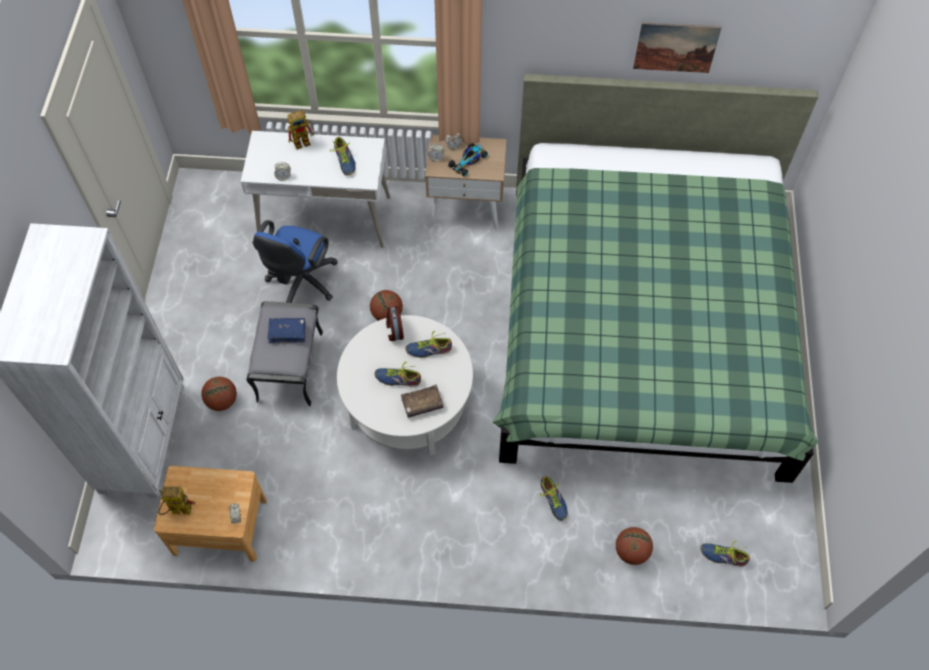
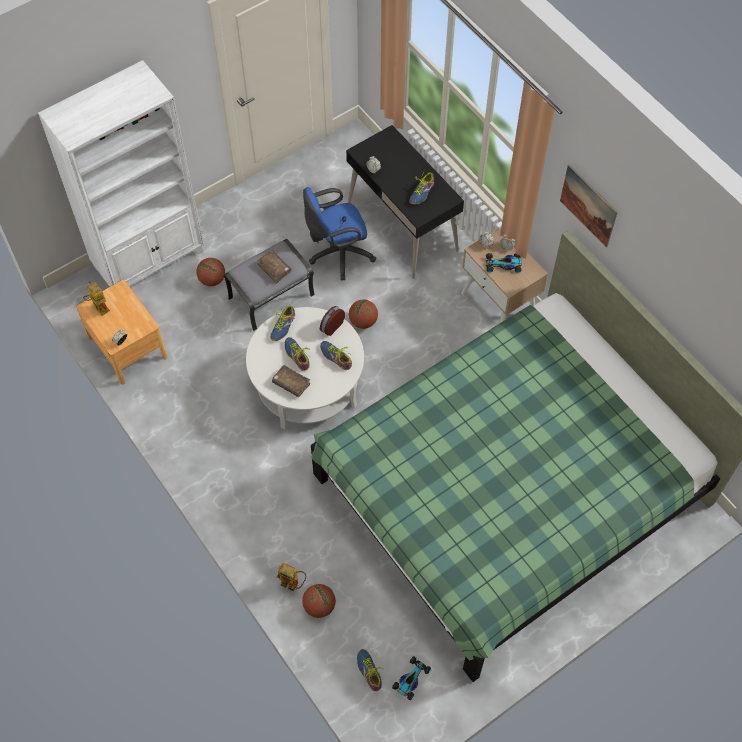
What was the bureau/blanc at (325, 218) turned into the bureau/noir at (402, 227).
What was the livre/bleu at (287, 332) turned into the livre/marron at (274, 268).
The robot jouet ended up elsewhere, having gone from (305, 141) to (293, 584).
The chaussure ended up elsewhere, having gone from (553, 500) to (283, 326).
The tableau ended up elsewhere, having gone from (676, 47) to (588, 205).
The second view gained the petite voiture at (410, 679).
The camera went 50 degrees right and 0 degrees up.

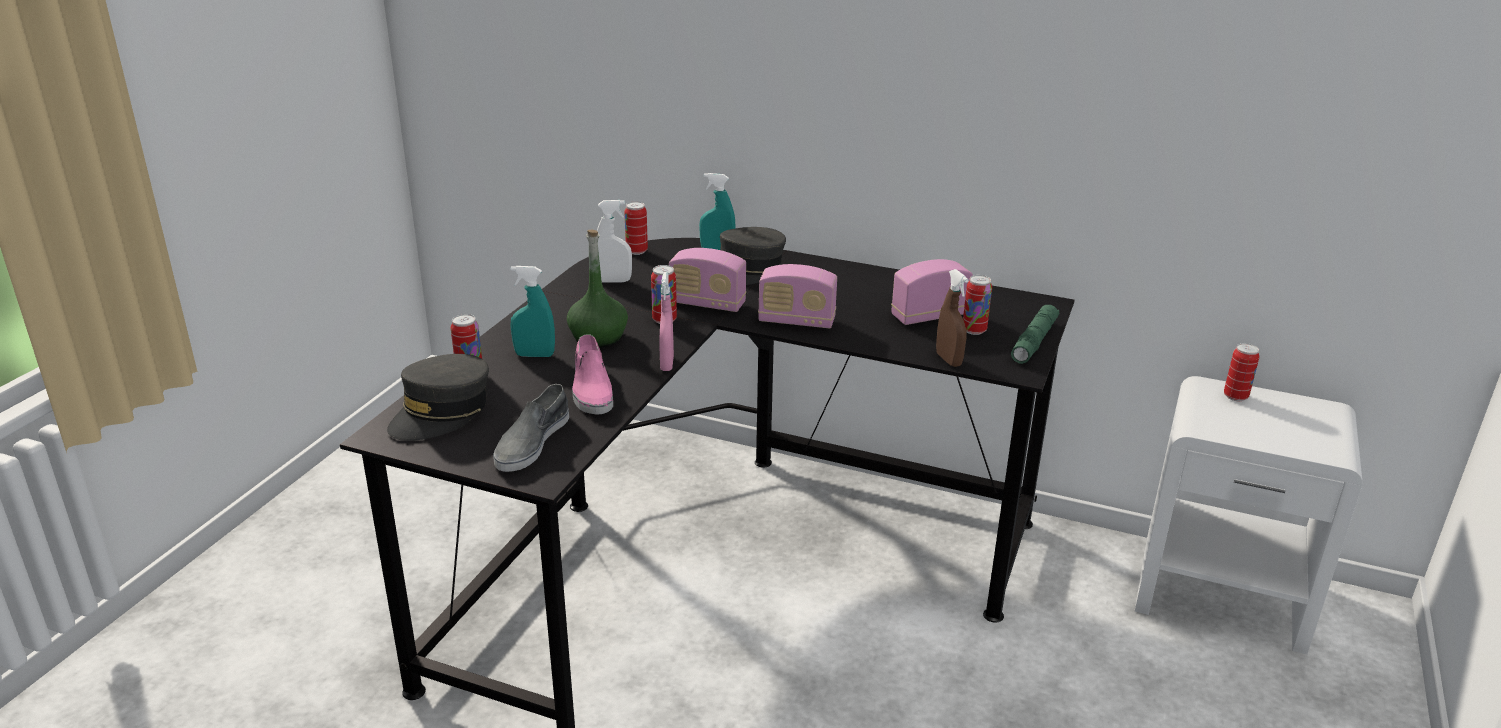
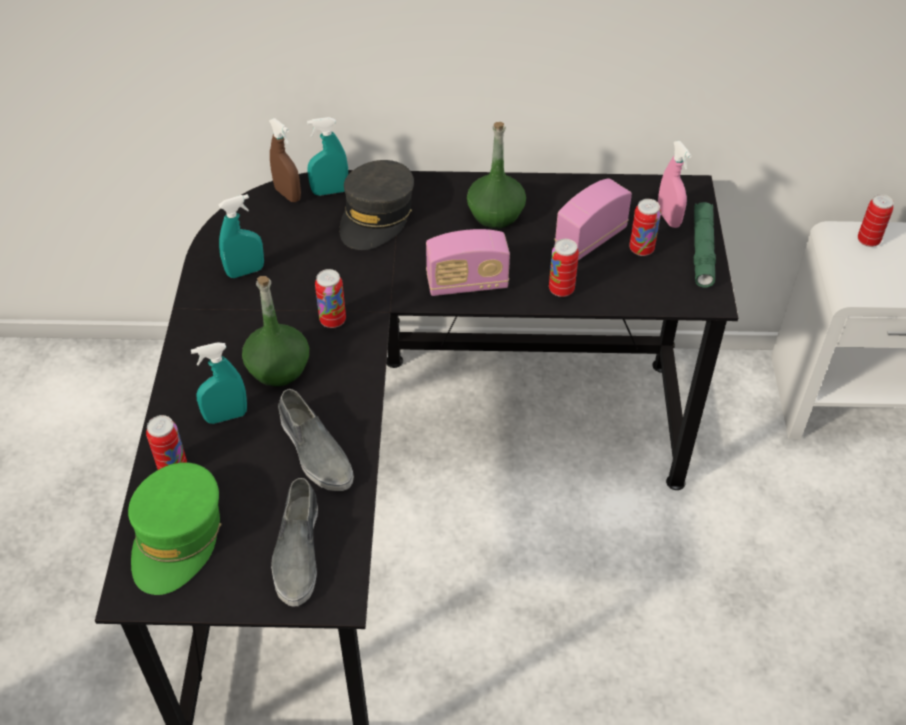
What was the casquette/gris at (441, 412) turned into the casquette/vert at (177, 537).
What was the chaussure/rose at (591, 389) turned into the chaussure/gris at (314, 451).
What was the vaporisateur/blanc at (613, 281) turned into the vaporisateur/turquoise at (245, 271).
The boîte métallique ended up elsewhere, having gone from (636, 251) to (561, 289).
The vaporisateur/rose ended up elsewhere, having gone from (667, 364) to (668, 218).
The second view lost the radio at (707, 304).
The vaporisateur/marron ended up elsewhere, having gone from (948, 360) to (288, 194).
The second view gained the bouteille/vert at (495, 214).
The camera went 20 degrees left and 20 degrees up.

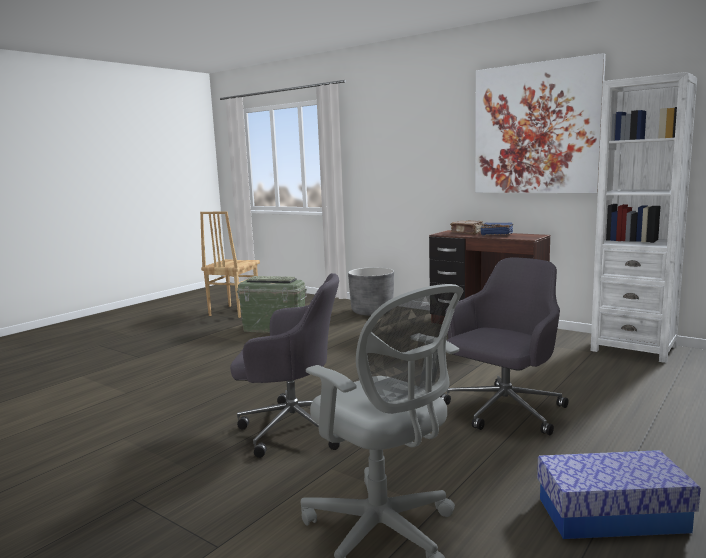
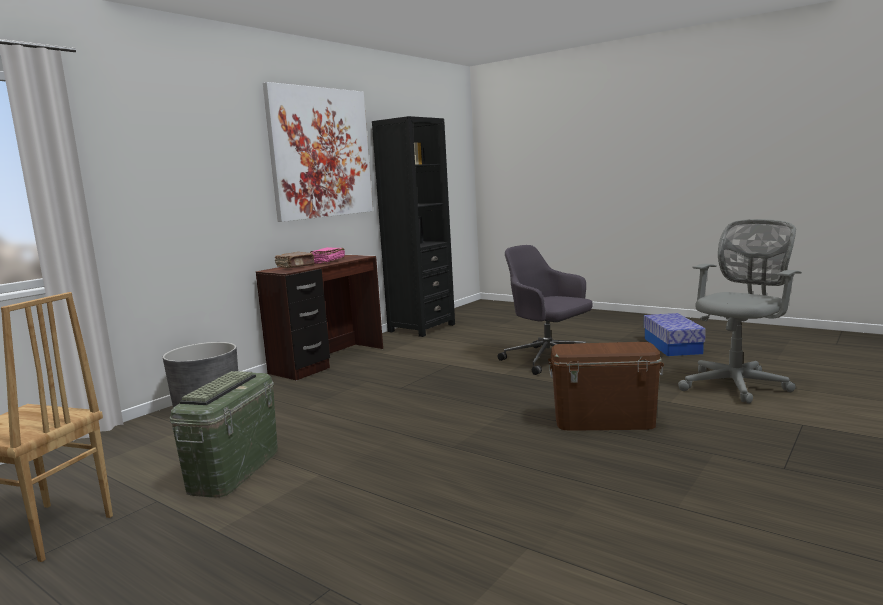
Where the chaise de bureau/gris stood at (292, 427), the boîte de rangement/marron came to stand at (604, 421).
What was the livre/bleu at (496, 235) turned into the livre/rose at (327, 261).
What was the bibliothèque/blanc at (633, 348) turned into the bibliothèque/noir at (421, 328).
The camera went 90 degrees left and 0 degrees up.

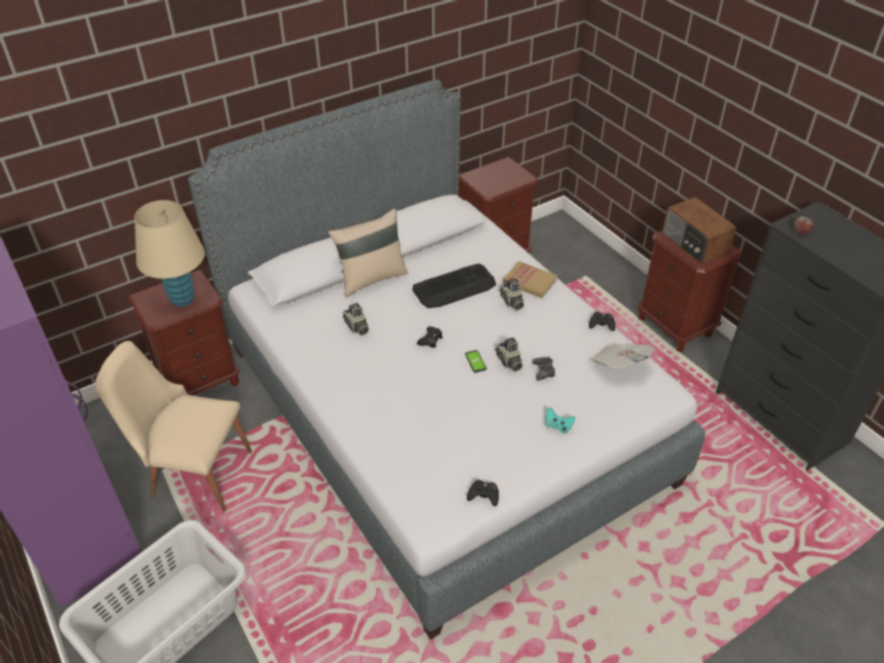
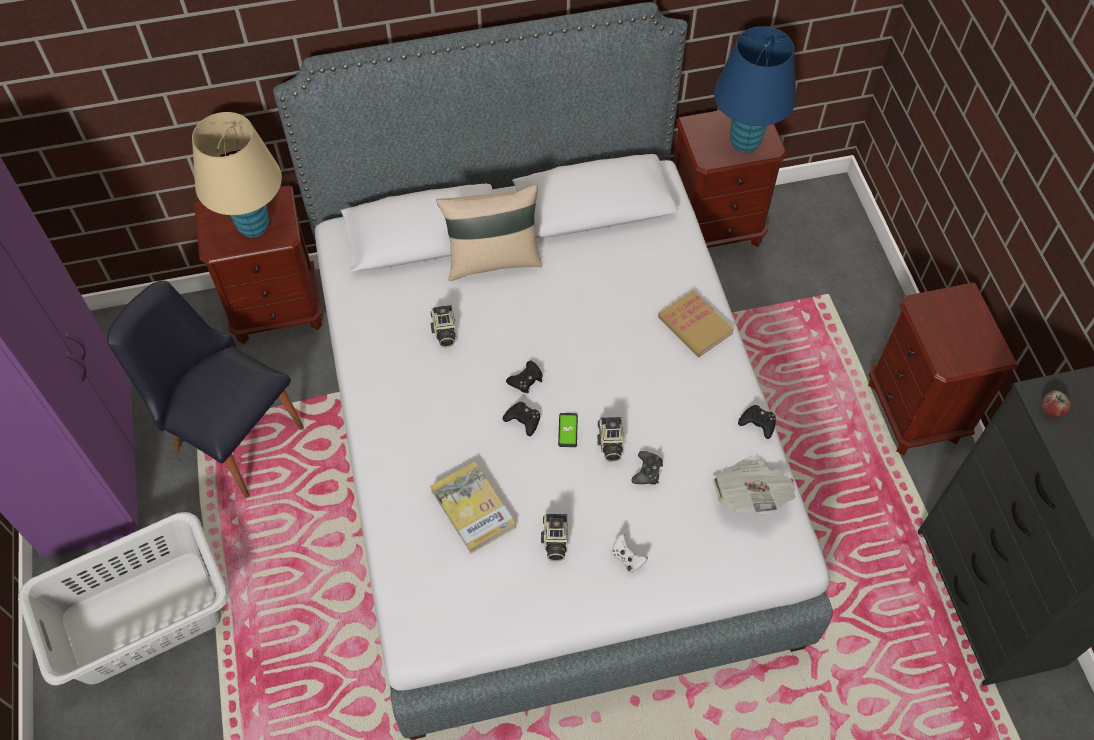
What was the chaise/beige at (192, 471) turned into the chaise/noir at (229, 432).
The second view lost the clavier at (454, 287).
The manette/noir ended up elsewhere, having gone from (483, 495) to (523, 420).
The appareil photo ended up elsewhere, having gone from (511, 302) to (554, 541).
What was the manette/turquoise at (558, 426) turned into the manette/blanc at (627, 558).
The second view lost the radio at (694, 244).
The second view gained the livre at (473, 509).
The second view gained the lampe de table/bleu at (745, 142).
The camera went 20 degrees right and 15 degrees up.

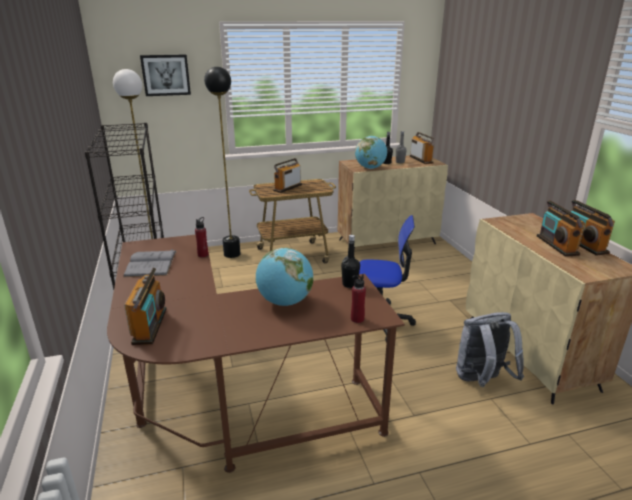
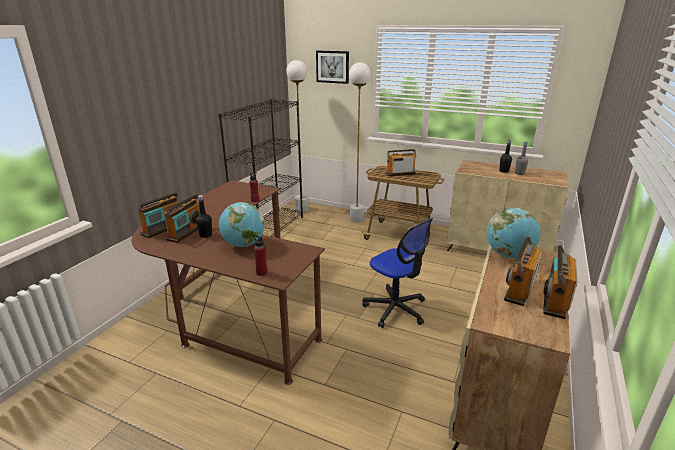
The second view lost the livre/gris at (151, 263).
What was the lampadaire/noir at (232, 254) turned into the lampadaire/blanc at (356, 219).
The bouteille/noir ended up elsewhere, having gone from (350, 284) to (206, 235).
The globe ended up elsewhere, having gone from (370, 168) to (508, 255).
The radio ended up elsewhere, having gone from (421, 160) to (186, 232).
The second view lost the sac à dos/gris at (482, 381).
The camera went 40 degrees right and 0 degrees up.

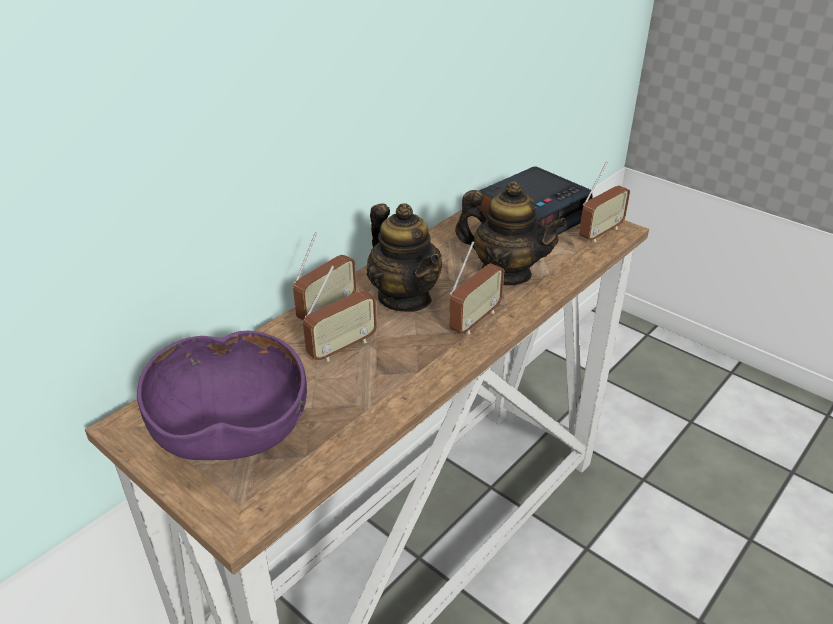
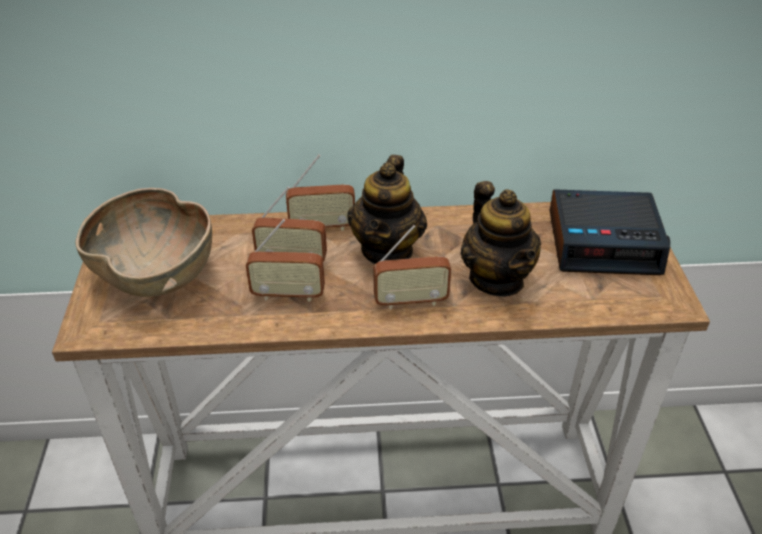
What was the bol/violet at (232, 430) turned into the bol/marron at (157, 273).
The radio ended up elsewhere, having gone from (600, 233) to (288, 295).
The camera went 45 degrees right and 5 degrees up.

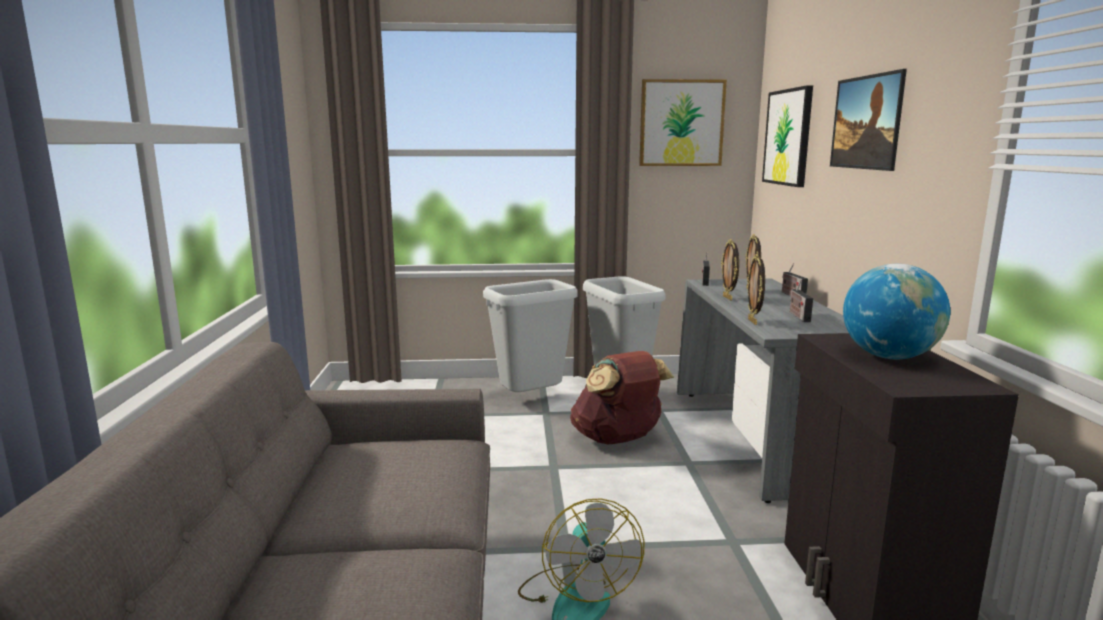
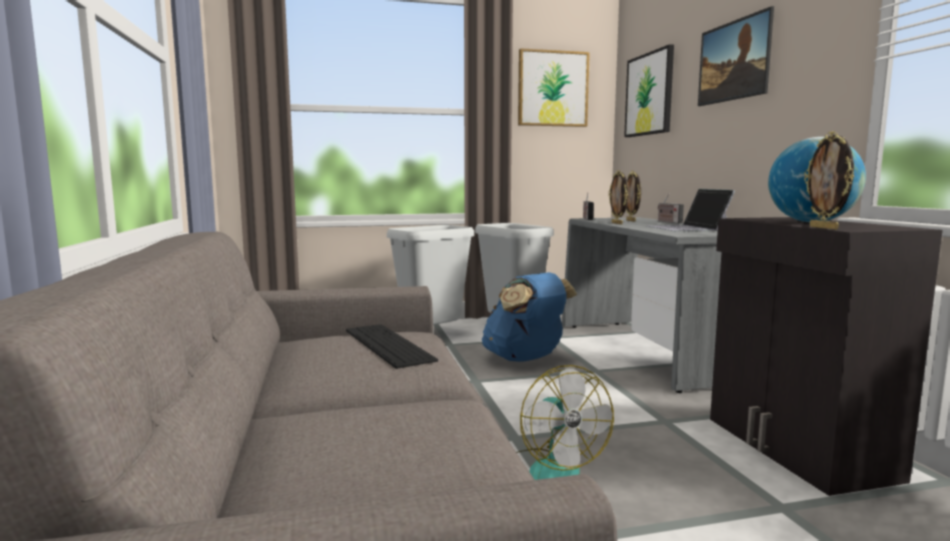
What was the sac à dos/marron at (618, 439) turned into the sac à dos/bleu at (525, 359).
The cadre photo ended up elsewhere, having gone from (753, 321) to (824, 228).
Where the radio stood at (798, 316), the ordinateur portable came to stand at (688, 228).
The second view gained the clavier at (388, 345).
The camera went 10 degrees left and 5 degrees down.

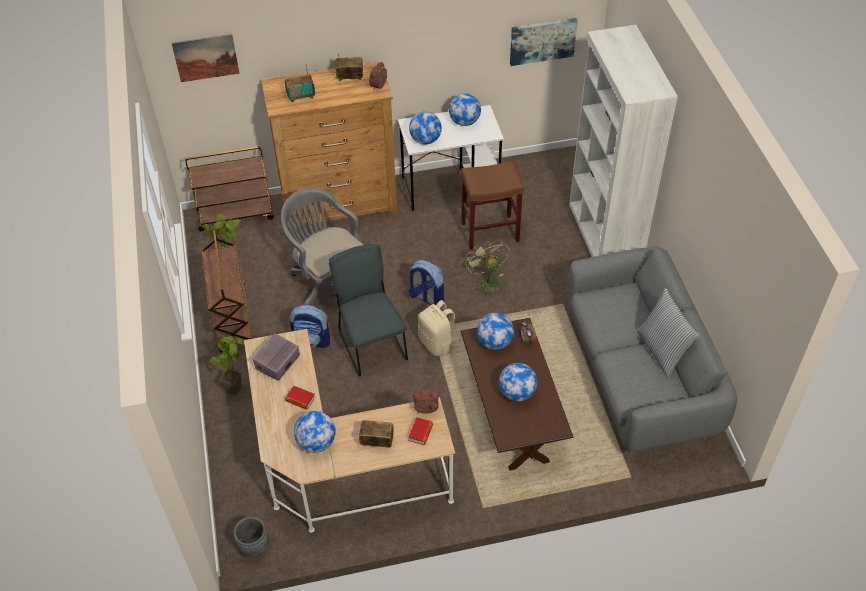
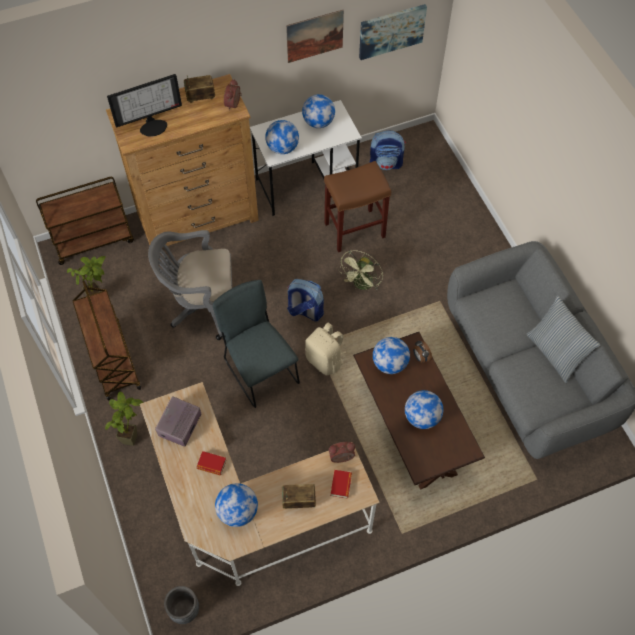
The tableau ended up elsewhere, having gone from (206, 58) to (314, 36).
The chaise de bureau/gris at (328, 281) ended up facing another way, 45 degrees counterclockwise from before.
Where the radio stood at (301, 96), the écran d'ordinateur came to stand at (153, 125).
The sac à dos ended up elsewhere, having gone from (312, 340) to (386, 163).
The ventilateur/vert at (487, 281) ended up facing another way, 120 degrees counterclockwise from before.
The second view lost the bibliothèque/blanc at (603, 236).
The camera went 10 degrees left and 10 degrees up.

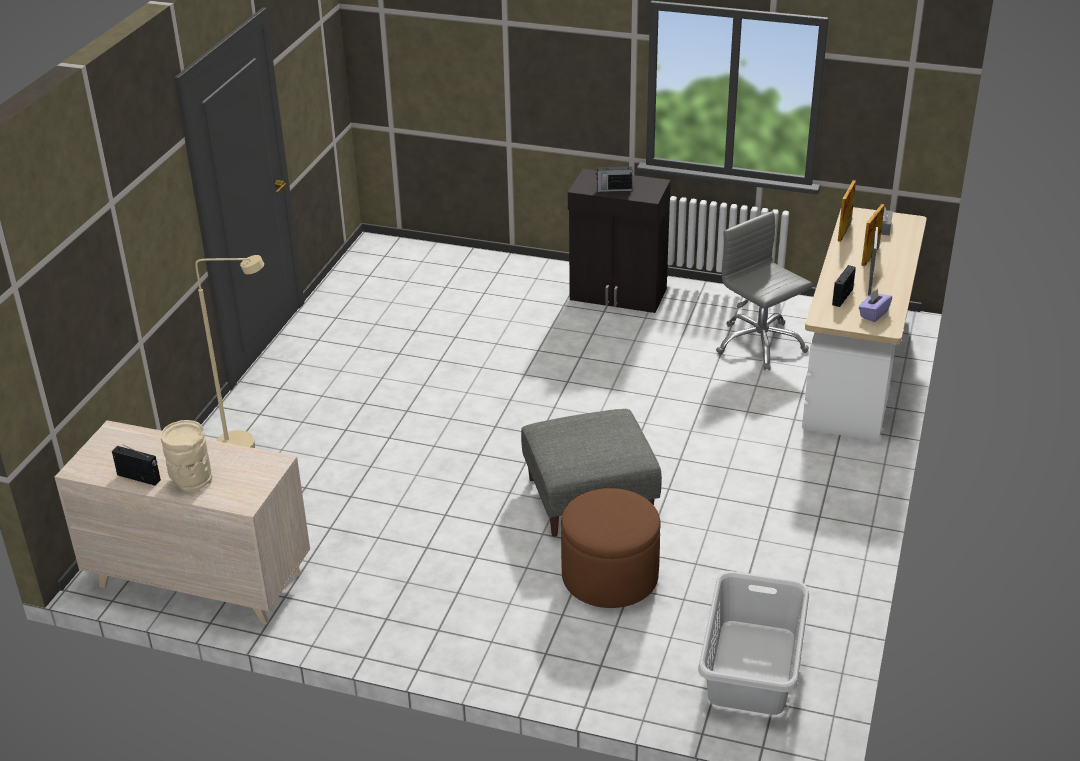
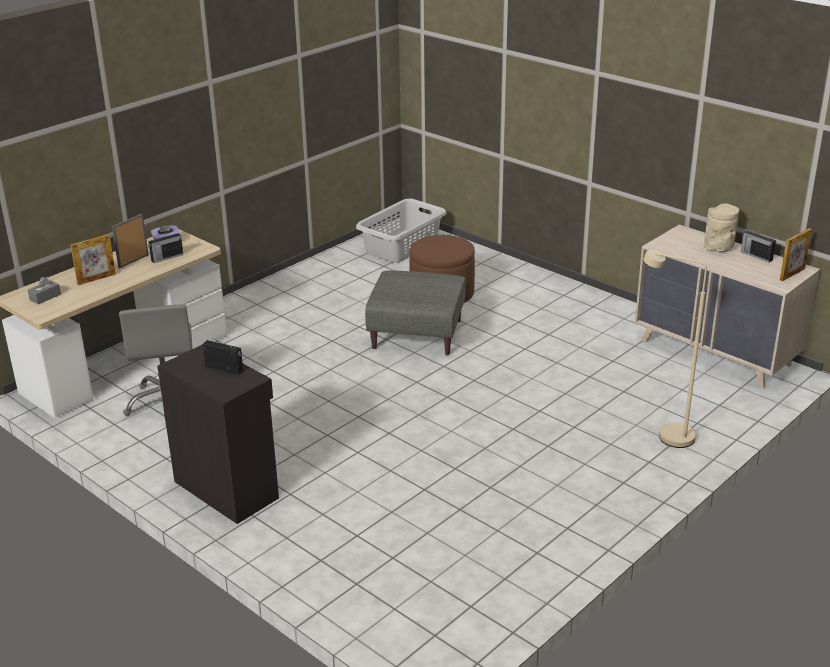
The cadre photo ended up elsewhere, having gone from (844, 231) to (792, 274).
The camera went 155 degrees left and 5 degrees down.

